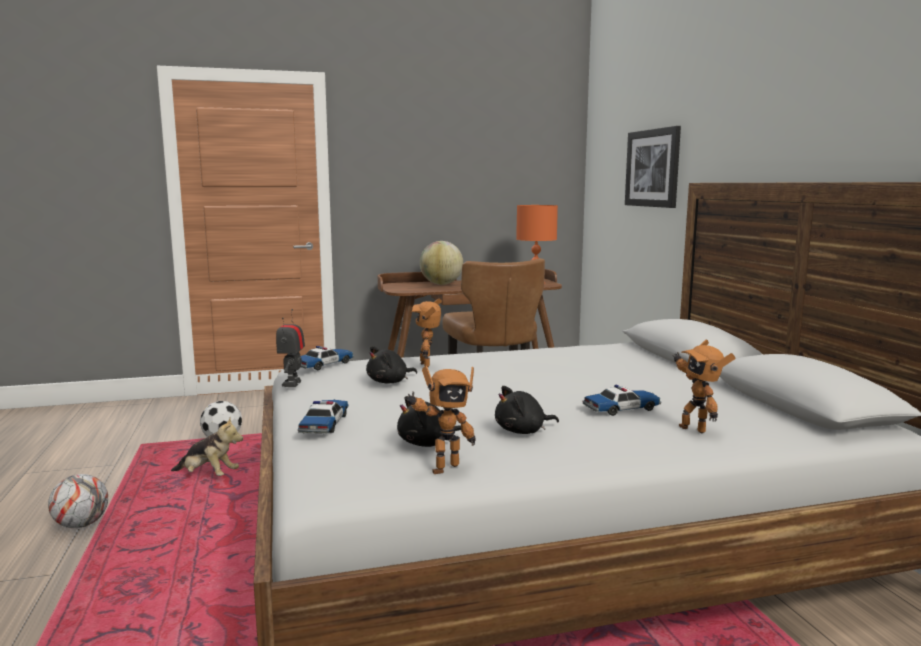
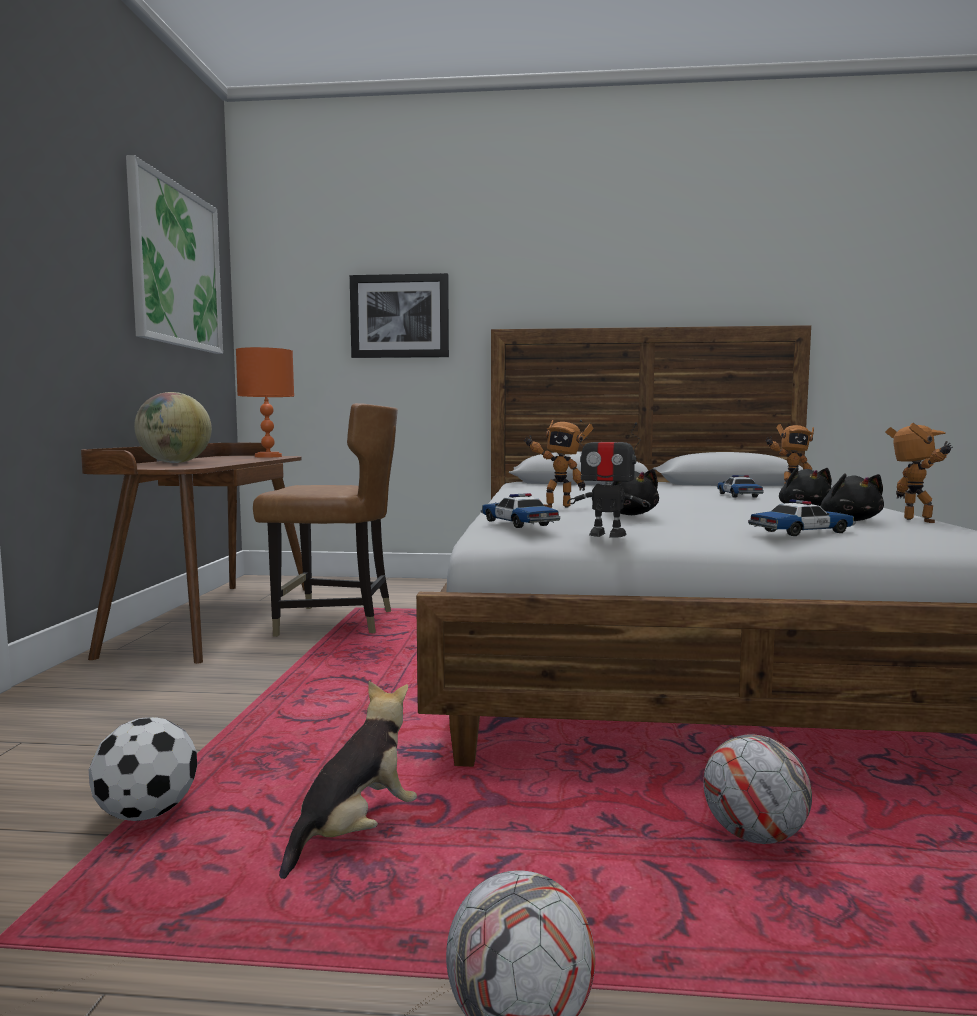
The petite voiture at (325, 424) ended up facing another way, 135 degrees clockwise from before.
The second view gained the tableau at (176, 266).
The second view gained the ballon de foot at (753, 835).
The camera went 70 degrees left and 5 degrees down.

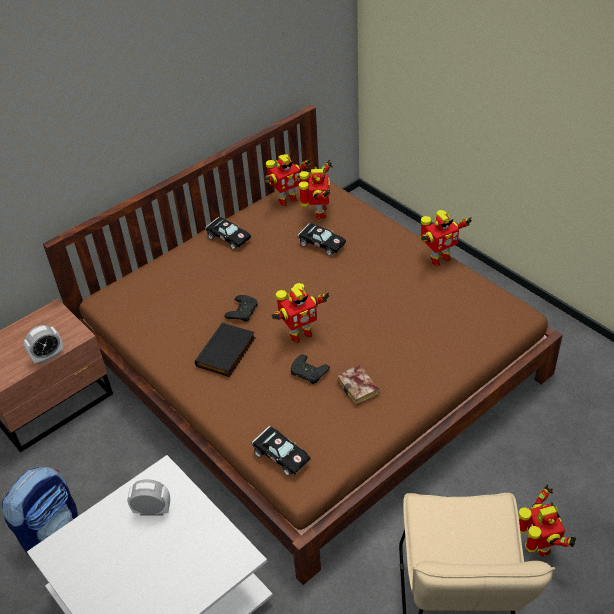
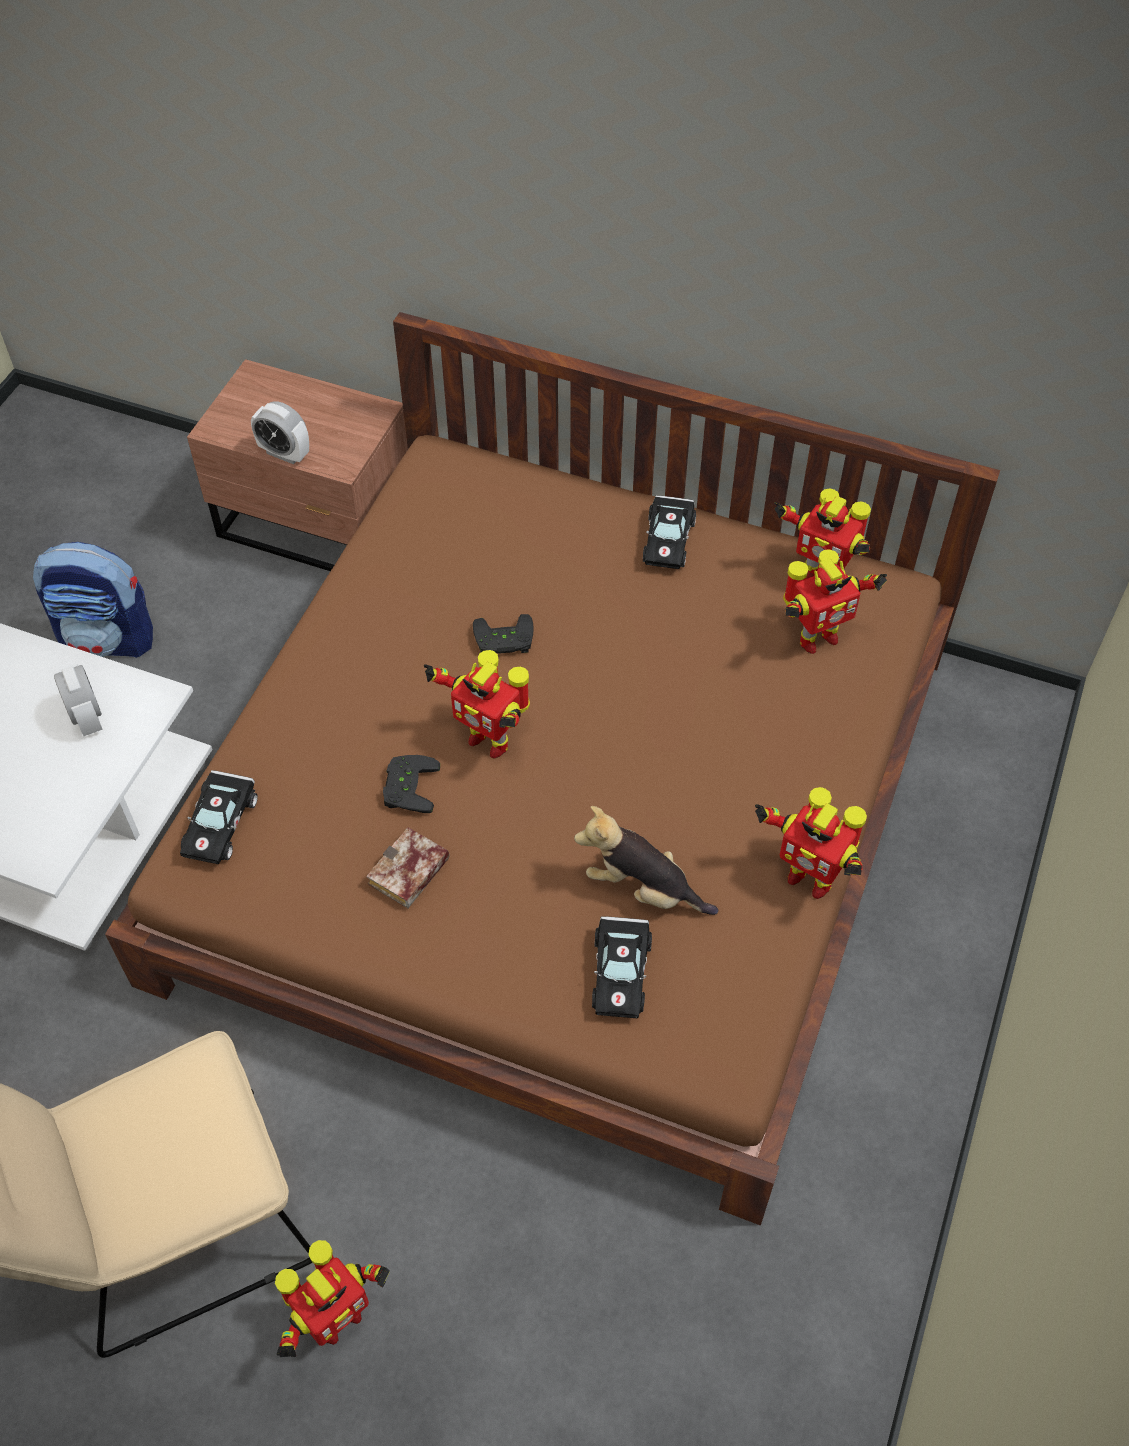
The second view lost the livre/noir at (227, 353).
The petite voiture/noir ended up elsewhere, having gone from (320, 243) to (620, 970).
The second view gained the peluche at (642, 888).
The camera went 60 degrees right and 10 degrees up.

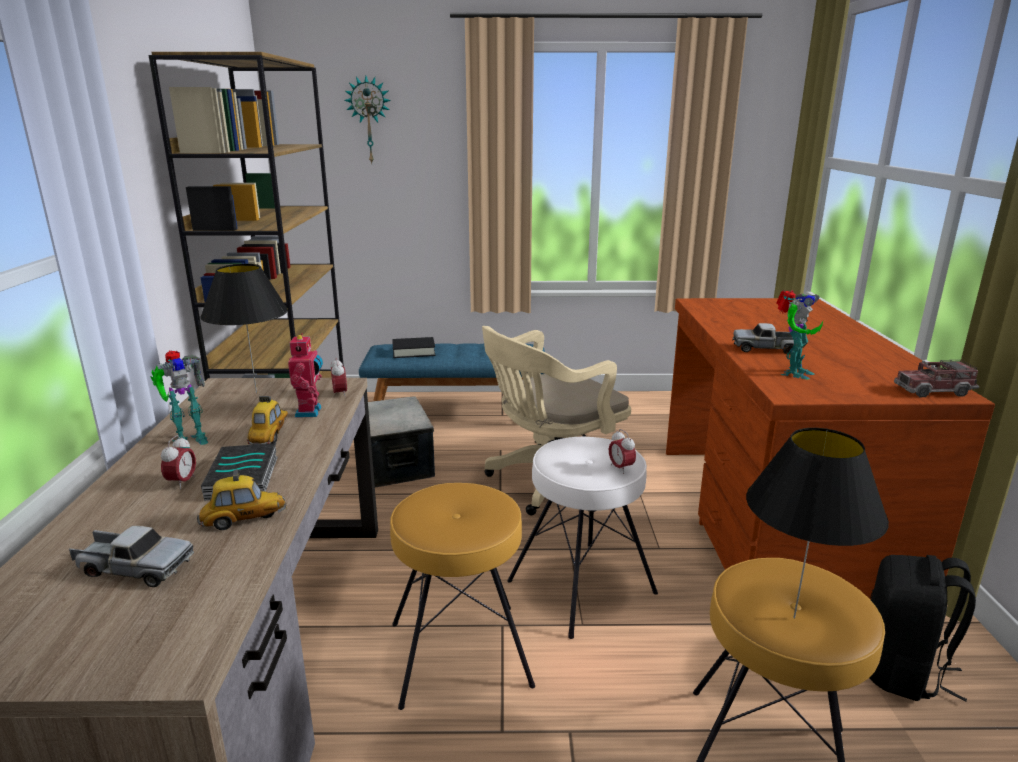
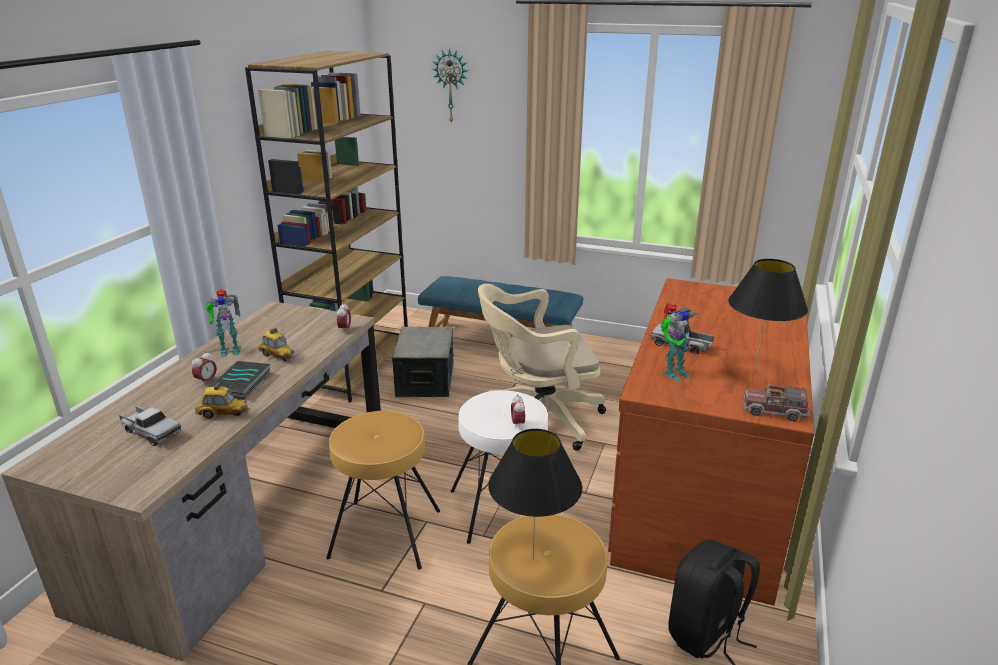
The lampe de table/noir ended up elsewhere, having gone from (256, 392) to (755, 373).
The petite voiture at (270, 436) ended up facing another way, 105 degrees clockwise from before.
The second view lost the robot jouet at (310, 412).
The second view lost the livre/noir at (413, 351).
The camera went 20 degrees right and 5 degrees up.

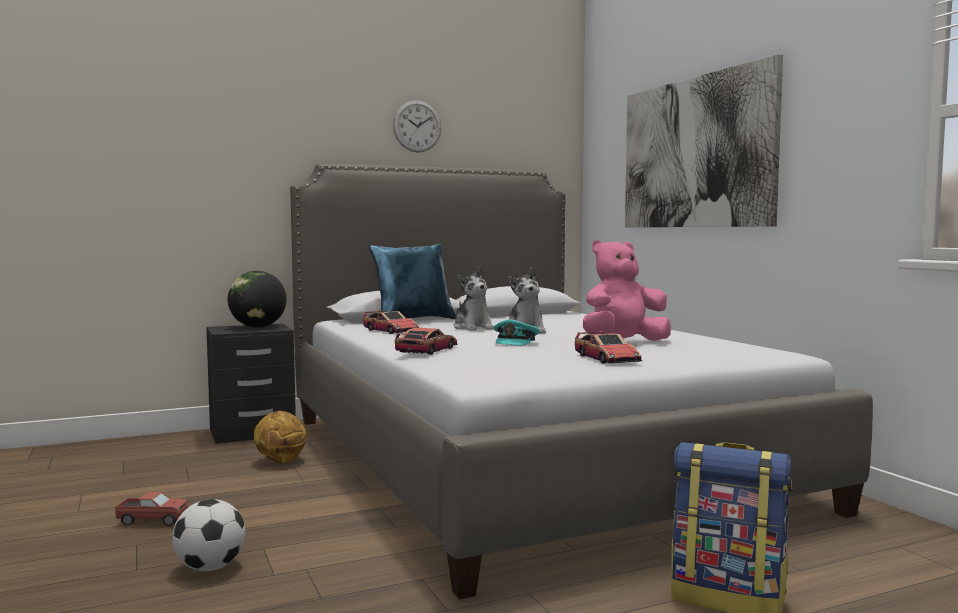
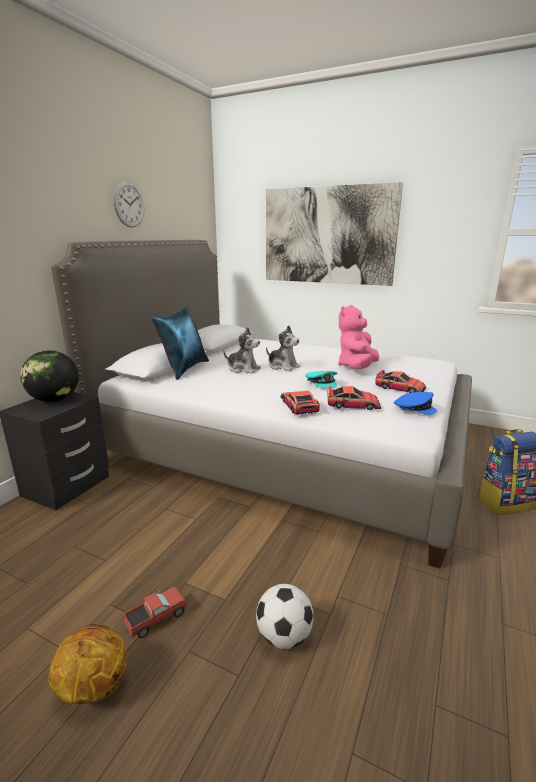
The ballon de basket ended up elsewhere, having gone from (280, 461) to (93, 686).
The petite voiture ended up elsewhere, having gone from (391, 331) to (353, 404).
The second view gained the casquette/bleu at (414, 408).
The camera went 40 degrees left and 15 degrees up.

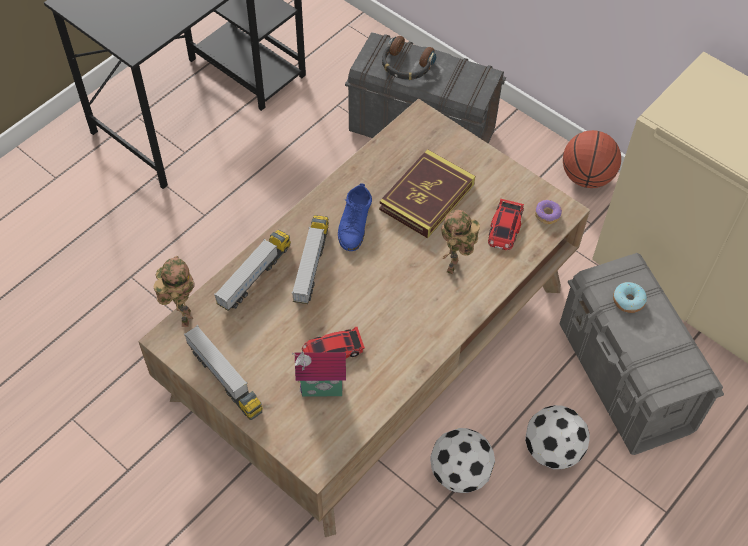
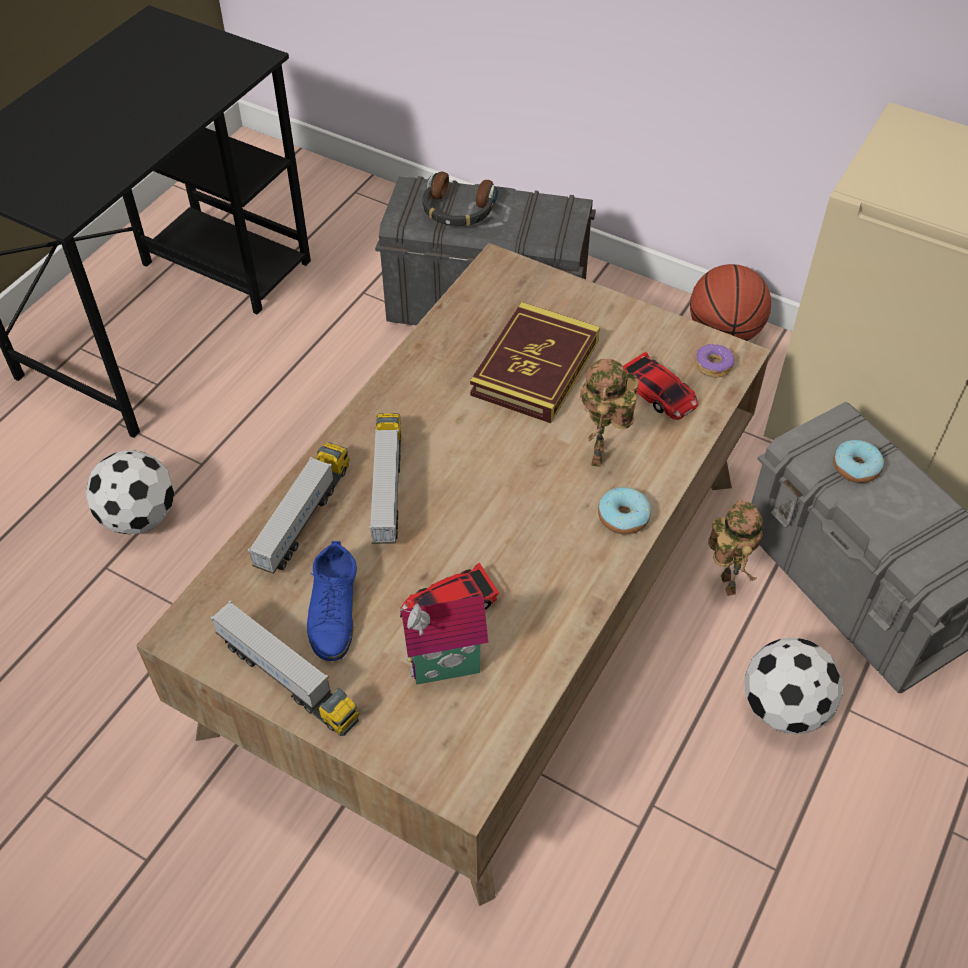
The robot jouet ended up elsewhere, having gone from (184, 317) to (724, 583).
The chaussure/bleu ended up elsewhere, having gone from (354, 223) to (334, 609).
The ballon de foot ended up elsewhere, having gone from (459, 472) to (139, 516).
The petite voiture at (505, 228) ended up facing another way, 45 degrees counterclockwise from before.
The second view gained the beignet at (623, 517).
The camera went 10 degrees left and 5 degrees down.

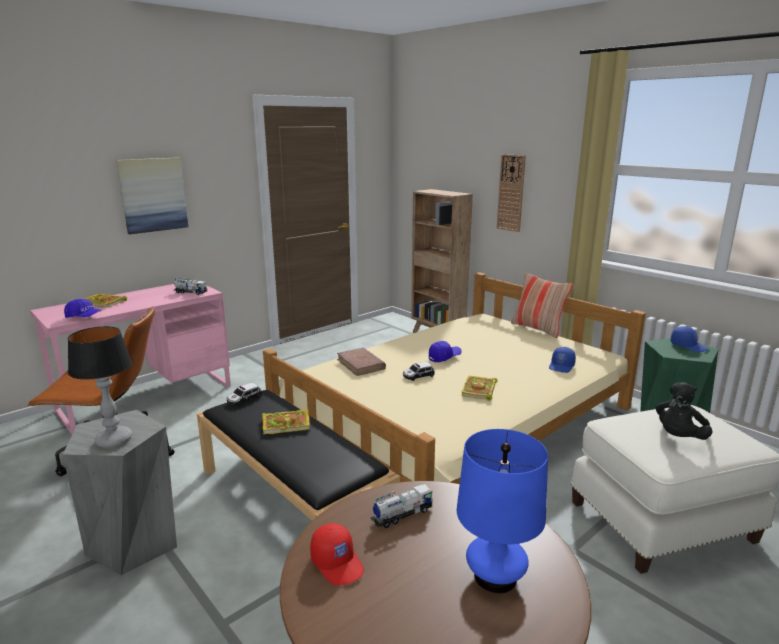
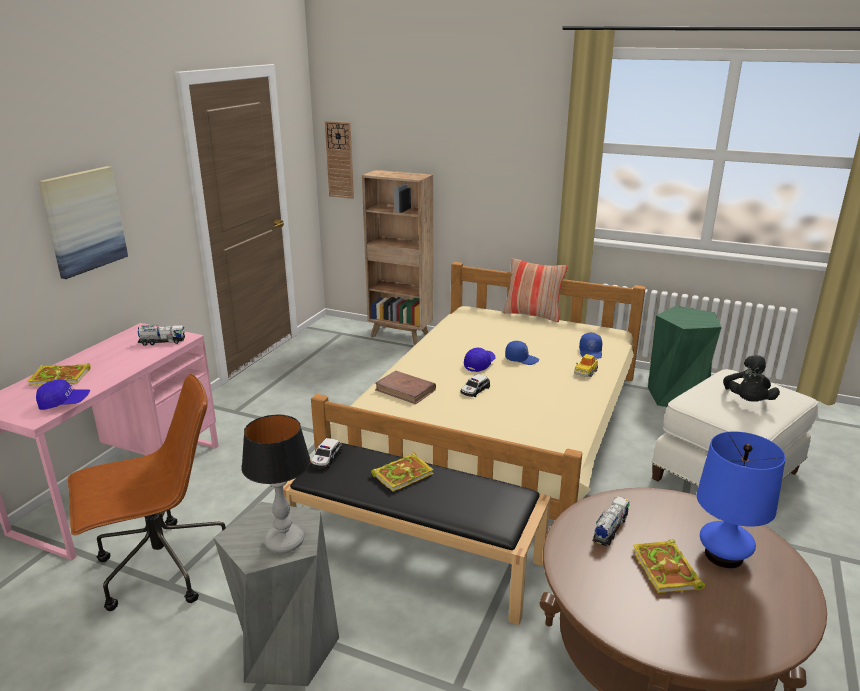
The second view lost the casquette/rouge at (338, 563).
The livre ended up elsewhere, having gone from (479, 390) to (667, 571).
The horloge murale ended up elsewhere, having gone from (511, 193) to (340, 160).
The casquette/bleu ended up elsewhere, having gone from (688, 346) to (521, 359).
The second view gained the petite voiture at (585, 372).
The camera went 25 degrees left and 5 degrees up.

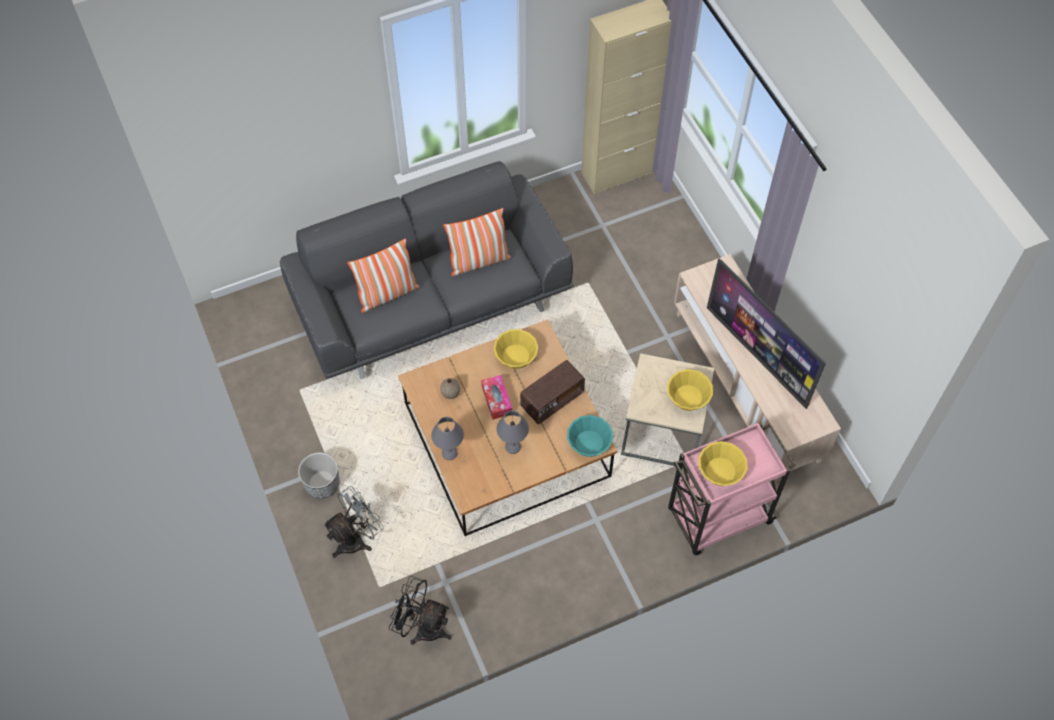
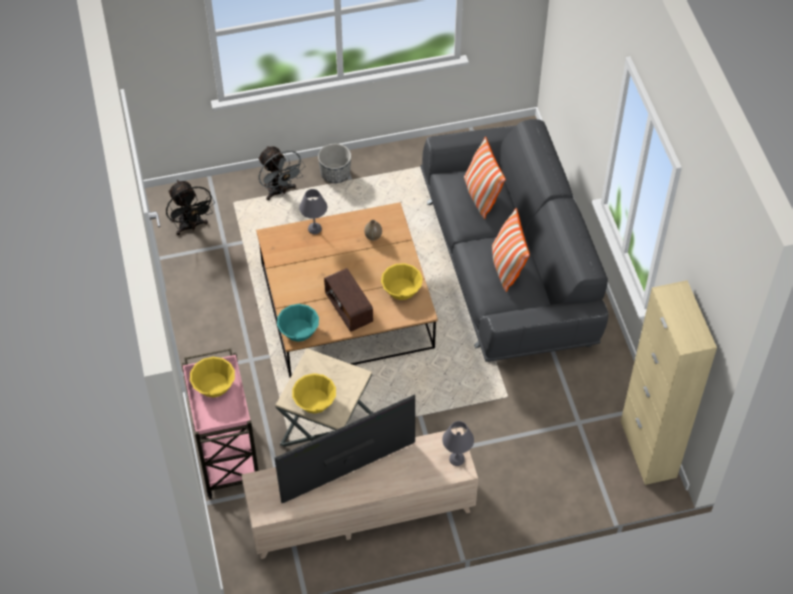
The ventilateur/noir at (423, 627) ended up facing another way, 120 degrees clockwise from before.
The second view lost the boîte à mouchoirs at (496, 400).
The lampe de table/gris ended up elsewhere, having gone from (512, 447) to (456, 458).
The camera went 100 degrees right and 5 degrees down.

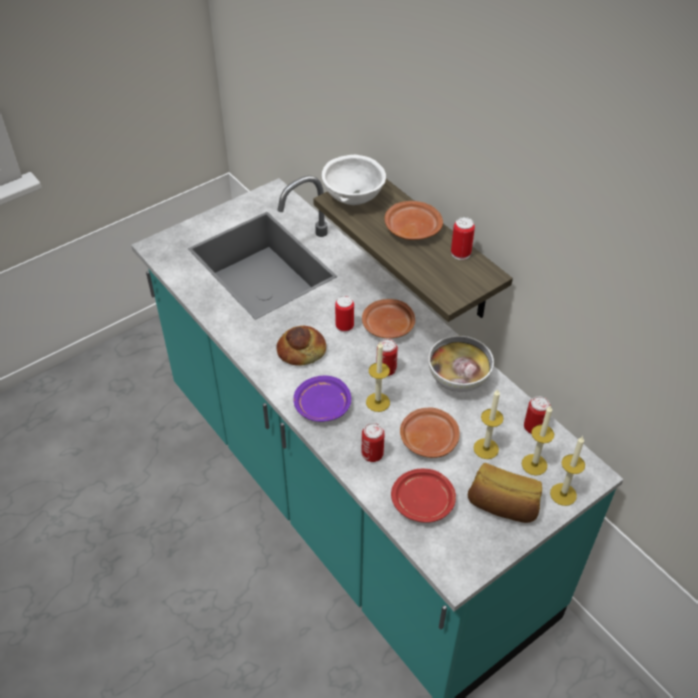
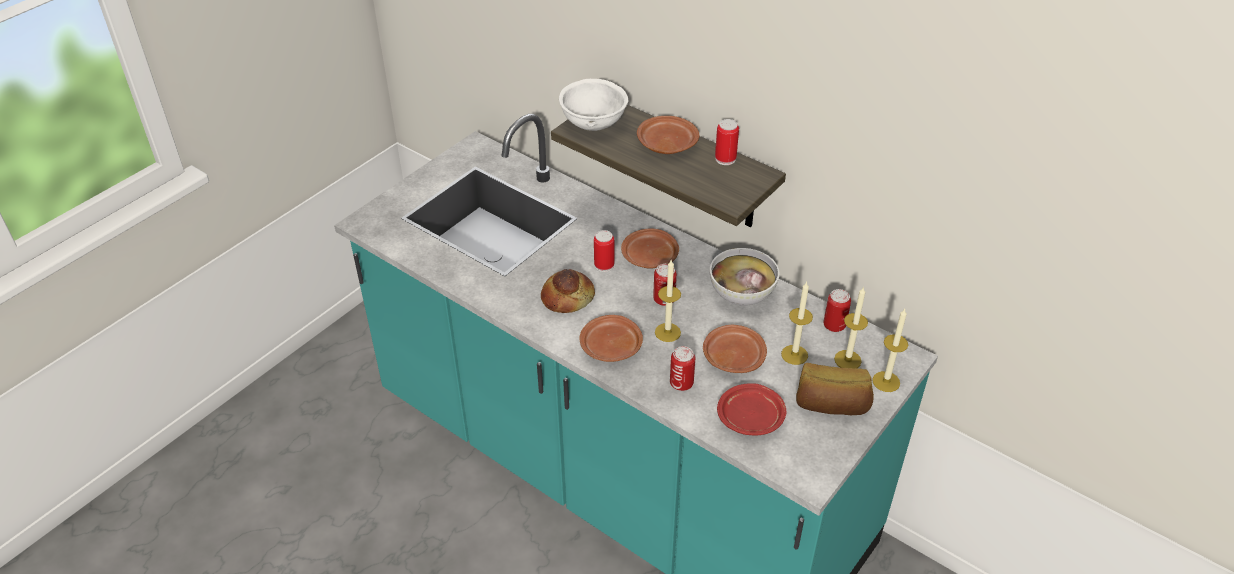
What was the assiette/violet at (322, 406) turned into the assiette/marron at (611, 347).
The camera went 15 degrees left and 5 degrees down.

